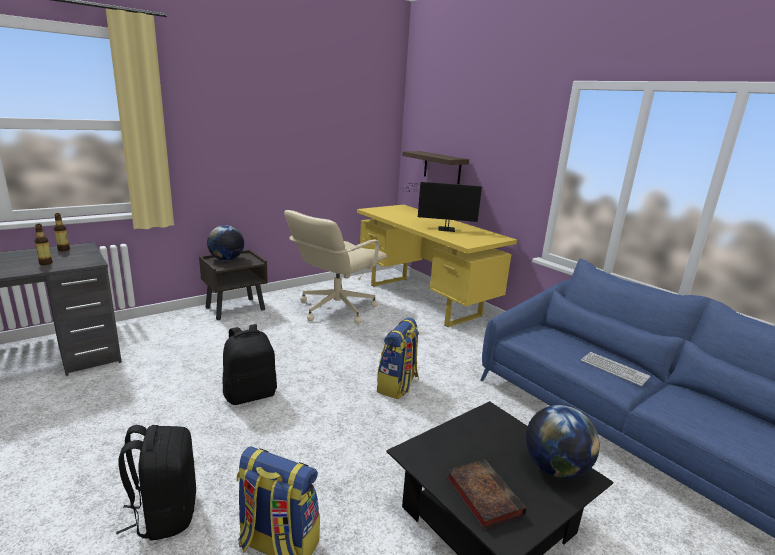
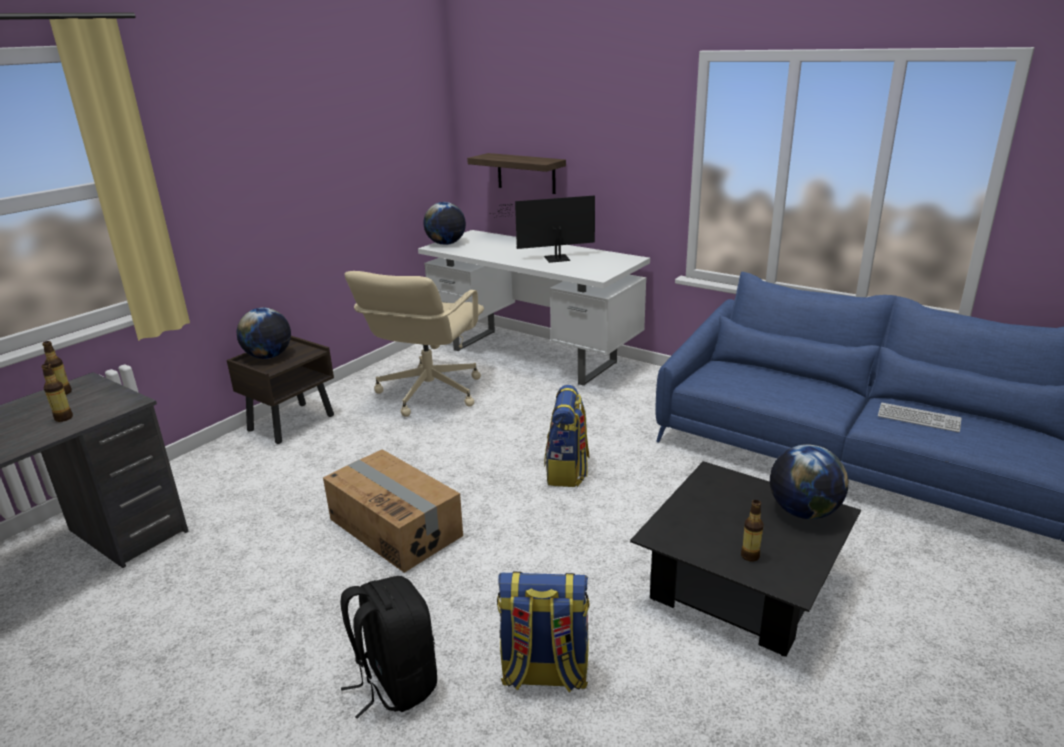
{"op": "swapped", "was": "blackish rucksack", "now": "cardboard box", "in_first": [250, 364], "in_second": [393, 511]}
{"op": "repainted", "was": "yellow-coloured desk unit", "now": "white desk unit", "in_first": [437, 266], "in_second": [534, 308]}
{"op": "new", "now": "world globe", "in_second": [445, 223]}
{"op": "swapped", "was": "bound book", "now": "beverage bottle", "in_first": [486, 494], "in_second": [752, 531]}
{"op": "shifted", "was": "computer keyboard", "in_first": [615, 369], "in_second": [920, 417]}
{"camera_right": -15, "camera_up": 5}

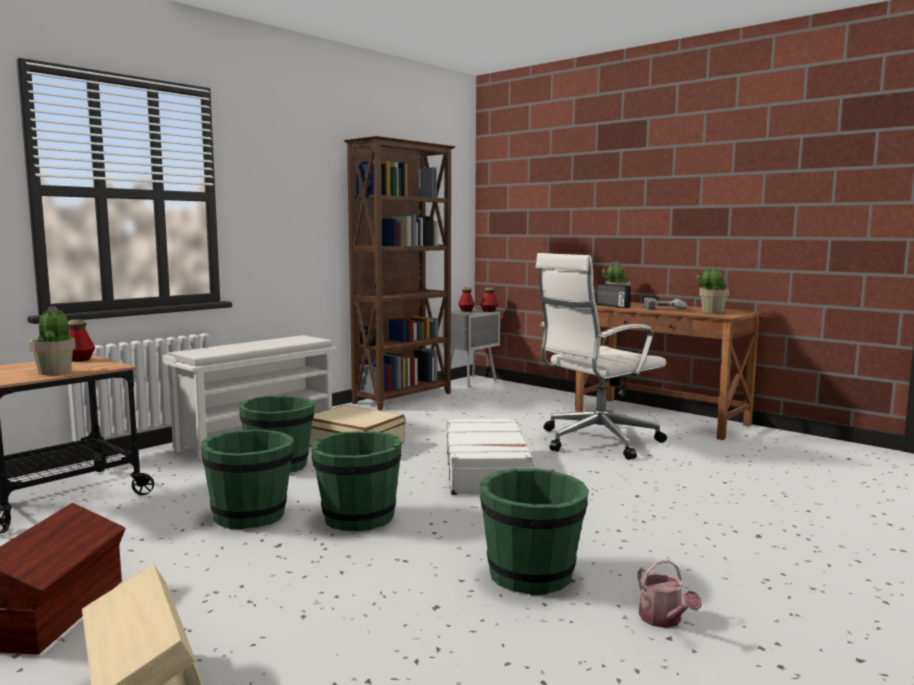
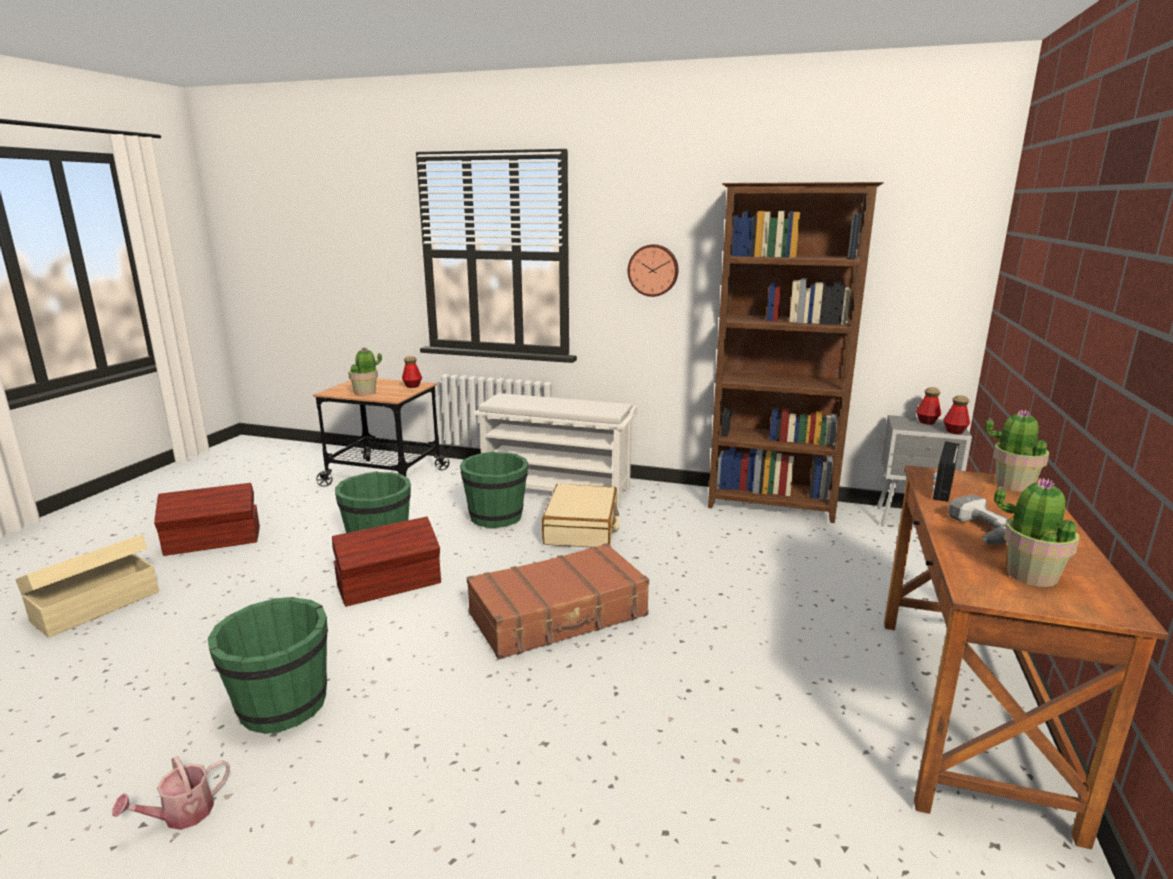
{"op": "swapped", "was": "green bucket", "now": "brownish storage container", "in_first": [356, 481], "in_second": [386, 562]}
{"op": "repainted", "was": "white piece of luggage", "now": "brownish piece of luggage", "in_first": [490, 456], "in_second": [558, 601]}
{"op": "new", "now": "wall clock", "in_second": [653, 270]}
{"op": "gone", "was": "white office chair", "in_first": [601, 356]}
{"camera_right": 65, "camera_up": 10}

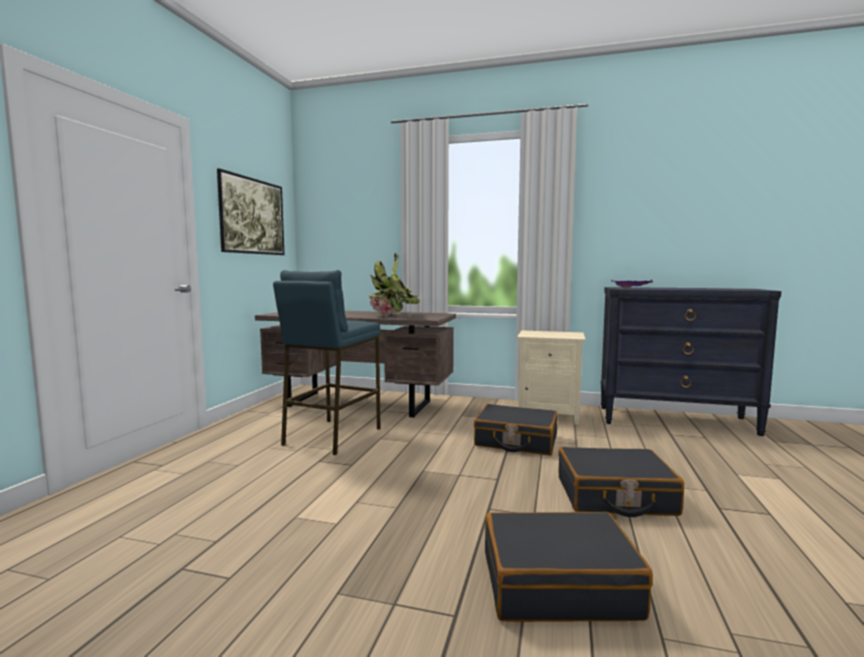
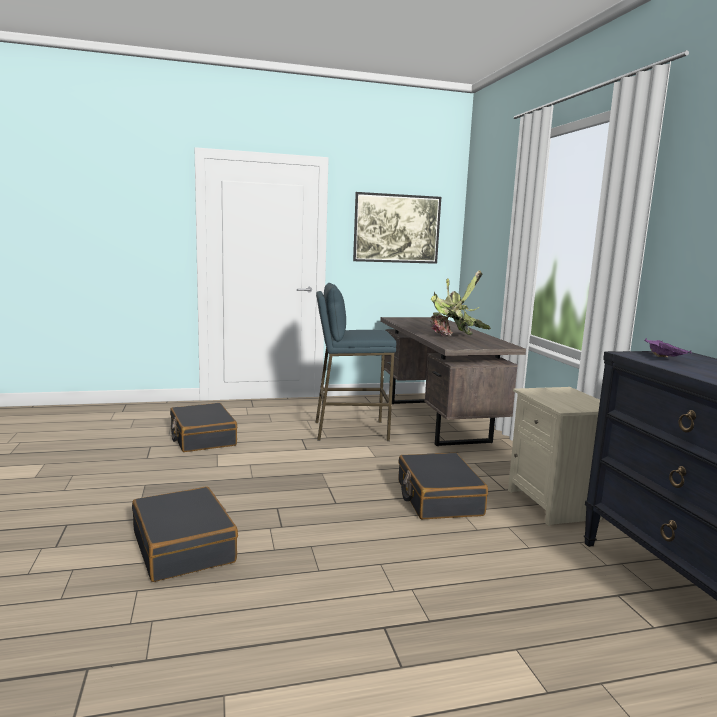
{"op": "shifted", "was": "blackish piece of luggage", "in_first": [621, 482], "in_second": [203, 427]}
{"camera_right": 60, "camera_up": 5}

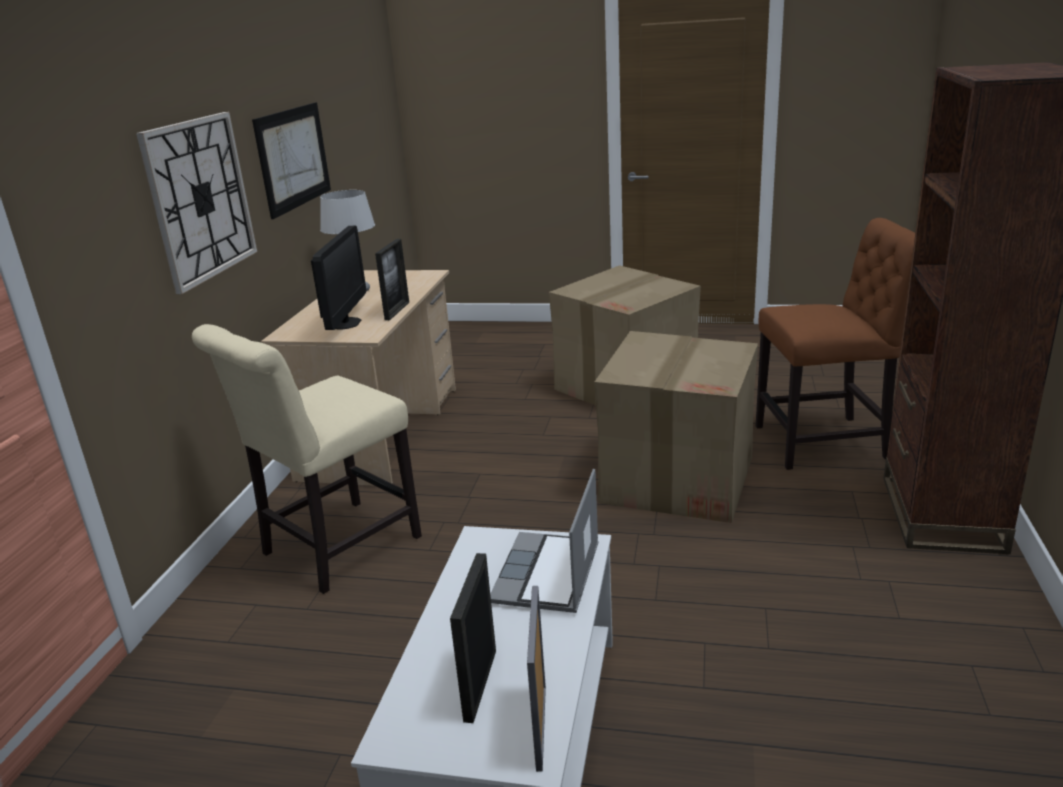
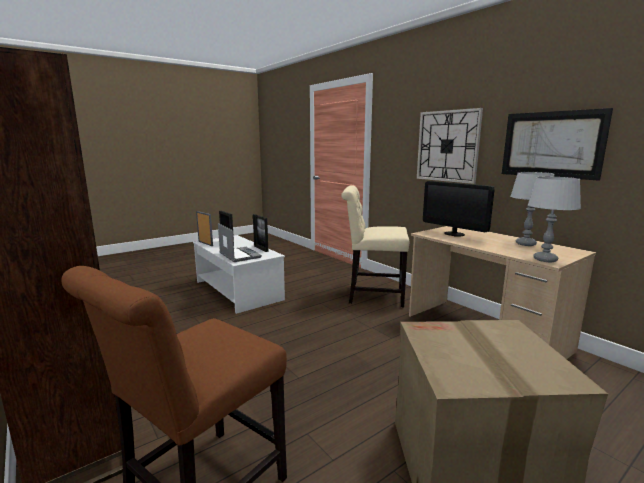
{"op": "shifted", "was": "standing frame", "in_first": [392, 279], "in_second": [260, 233]}
{"op": "rotated", "was": "beige upright chair", "in_first": [307, 459], "in_second": [375, 246], "clockwise": -75}
{"op": "new", "now": "grey tabletop lamp", "in_second": [554, 219]}
{"op": "gone", "was": "cardboard box", "in_first": [676, 427]}
{"camera_right": 130, "camera_up": -10}

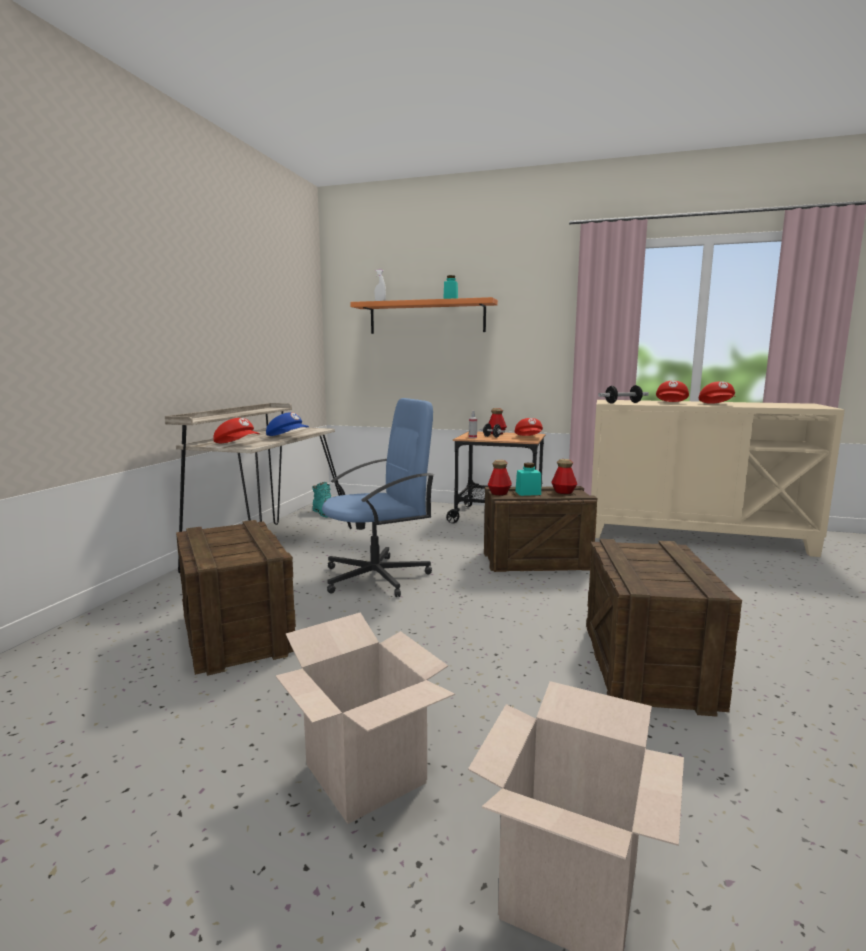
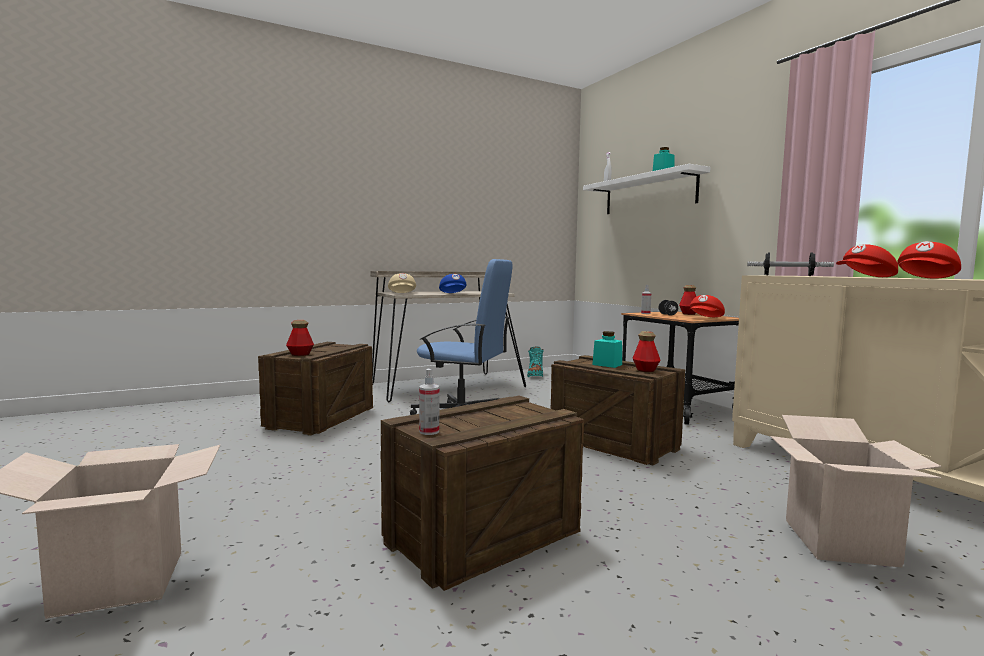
{"op": "shifted", "was": "beverage bottle", "in_first": [500, 478], "in_second": [300, 338]}
{"op": "repainted", "was": "reddish peaked cap", "now": "beige peaked cap", "in_first": [236, 430], "in_second": [402, 283]}
{"op": "new", "now": "hand sprayer", "in_second": [429, 402]}
{"op": "repainted", "was": "orange wall shelf", "now": "white wall shelf", "in_first": [424, 315], "in_second": [647, 189]}
{"op": "shifted", "was": "cardboard box", "in_first": [365, 718], "in_second": [856, 491]}
{"camera_right": 45, "camera_up": -5}

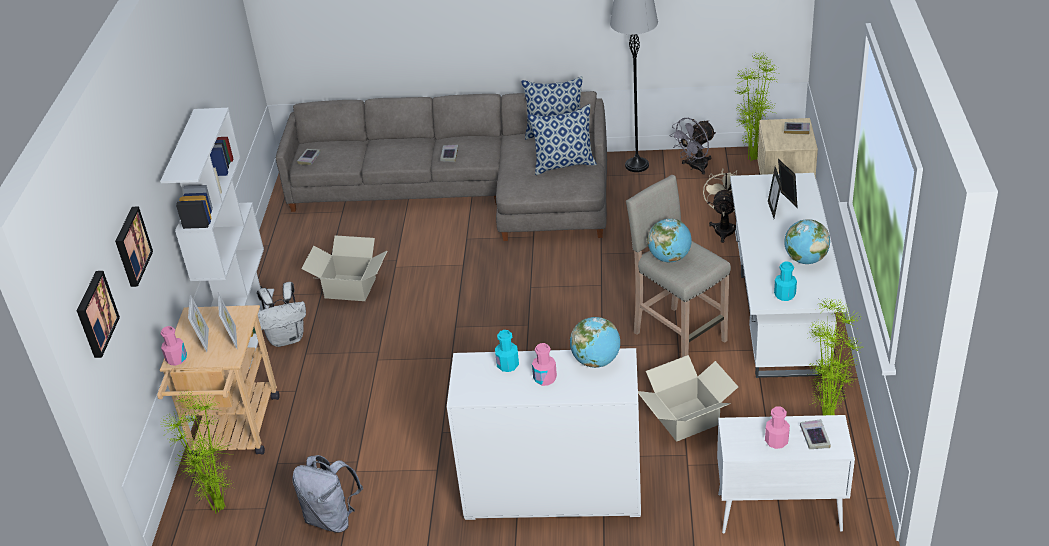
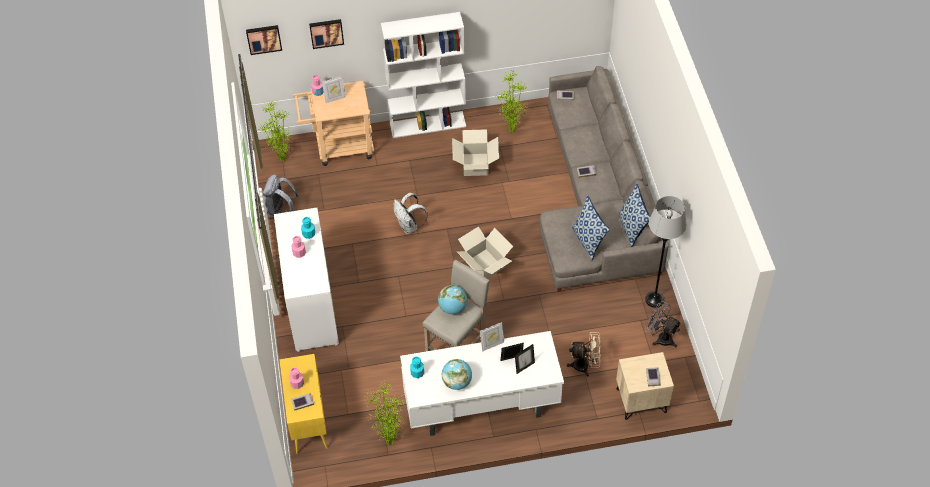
{"op": "repainted", "was": "white cupboard", "now": "yellow-coloured cupboard", "in_first": [786, 474], "in_second": [303, 404]}
{"op": "shifted", "was": "white rucksack", "in_first": [281, 314], "in_second": [410, 213]}
{"op": "shifted", "was": "cardboard box", "in_first": [688, 398], "in_second": [485, 252]}
{"op": "shifted", "was": "standing frame", "in_first": [227, 321], "in_second": [492, 337]}
{"op": "shifted", "was": "potted plant", "in_first": [756, 106], "in_second": [511, 101]}
{"op": "gone", "was": "world globe", "in_first": [595, 342]}
{"camera_right": 75, "camera_up": 15}

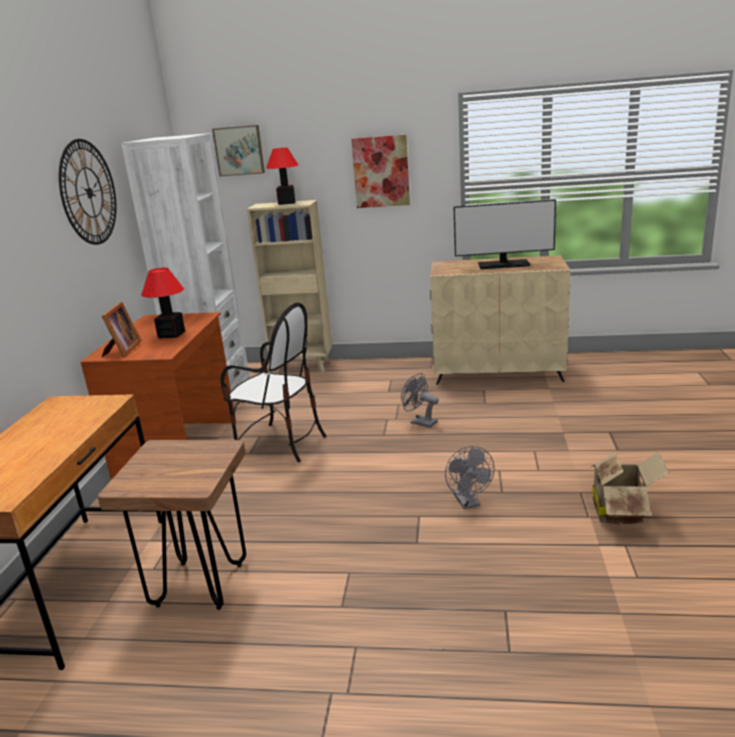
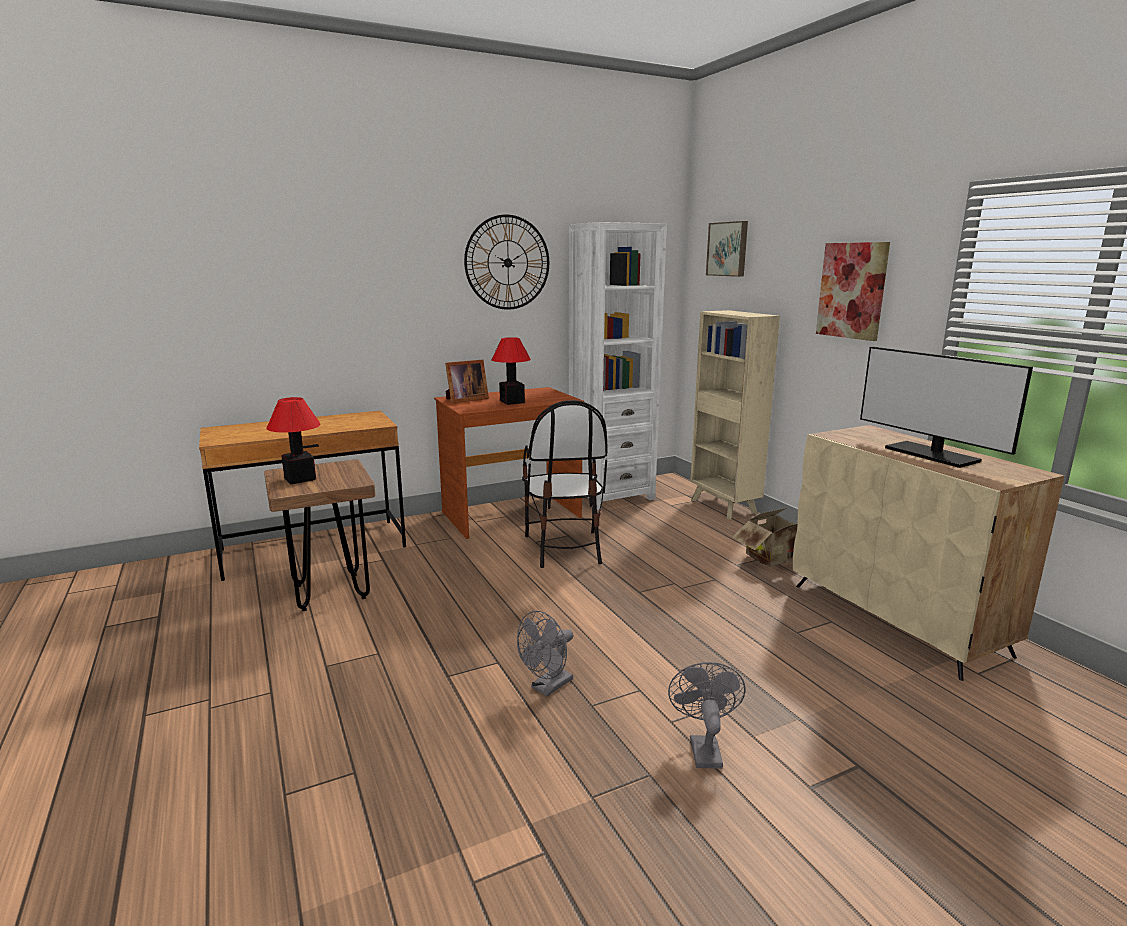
{"op": "shifted", "was": "tabletop lamp", "in_first": [282, 176], "in_second": [293, 441]}
{"op": "shifted", "was": "grey cooling fan", "in_first": [420, 400], "in_second": [707, 715]}
{"op": "shifted", "was": "cardboard box", "in_first": [630, 488], "in_second": [765, 537]}
{"camera_right": 55, "camera_up": -5}

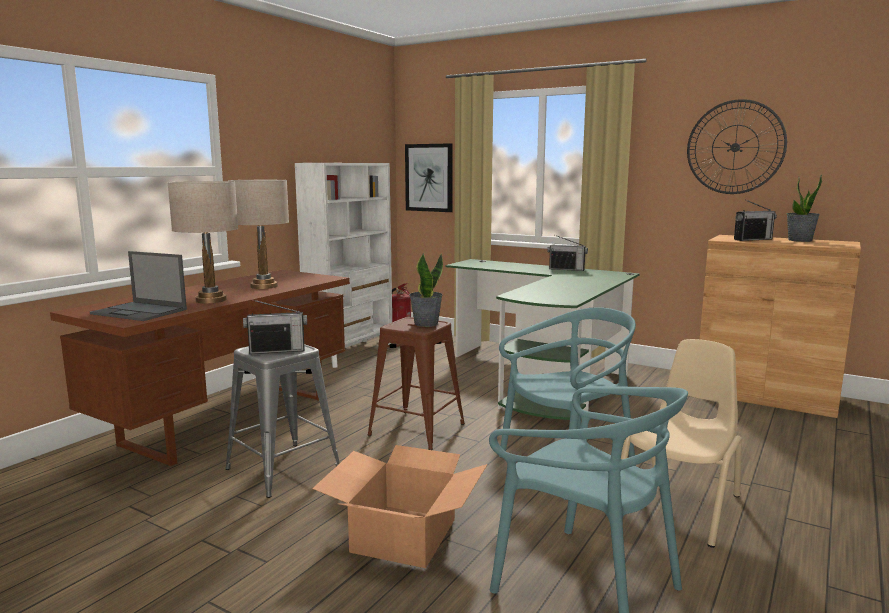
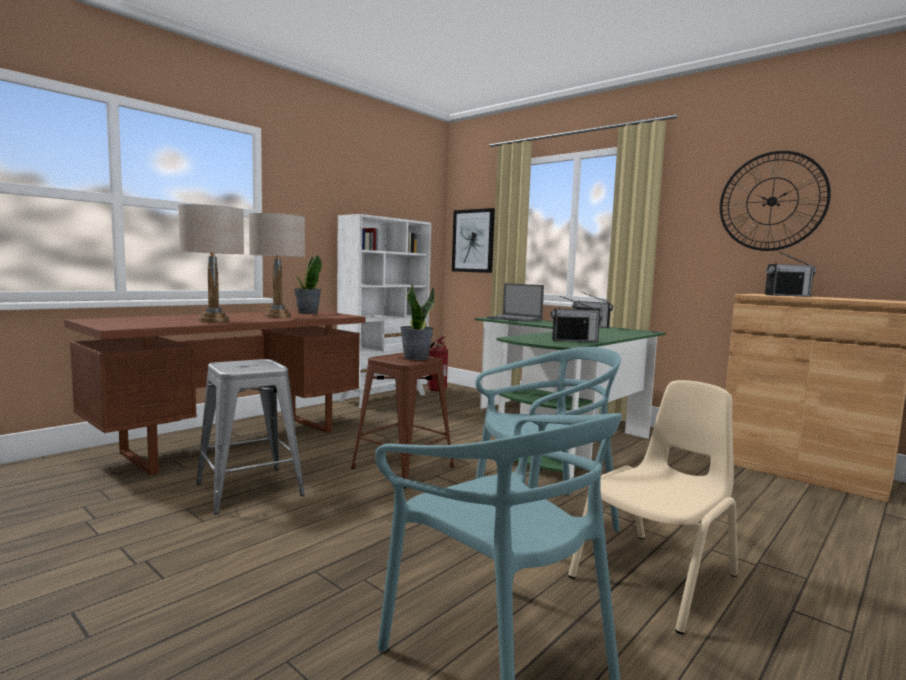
{"op": "shifted", "was": "potted plant", "in_first": [804, 208], "in_second": [308, 284]}
{"op": "shifted", "was": "notebook computer", "in_first": [138, 286], "in_second": [515, 302]}
{"op": "shifted", "was": "radio receiver", "in_first": [275, 327], "in_second": [576, 319]}
{"op": "gone", "was": "cardboard box", "in_first": [400, 506]}
{"camera_right": 10, "camera_up": -5}

